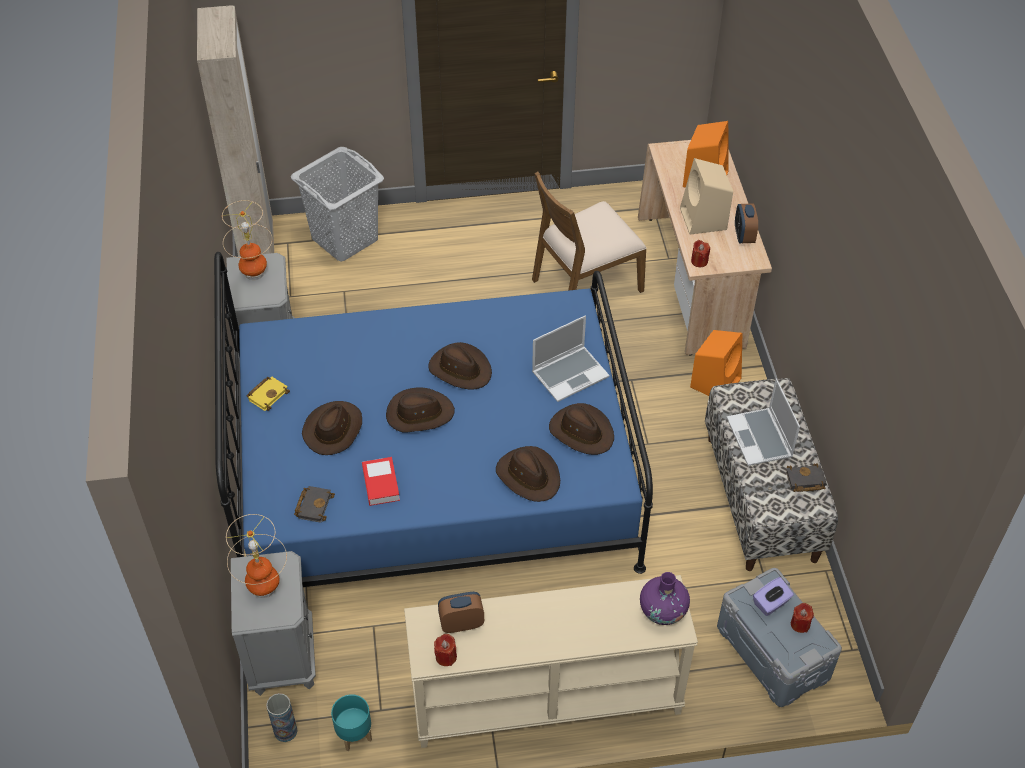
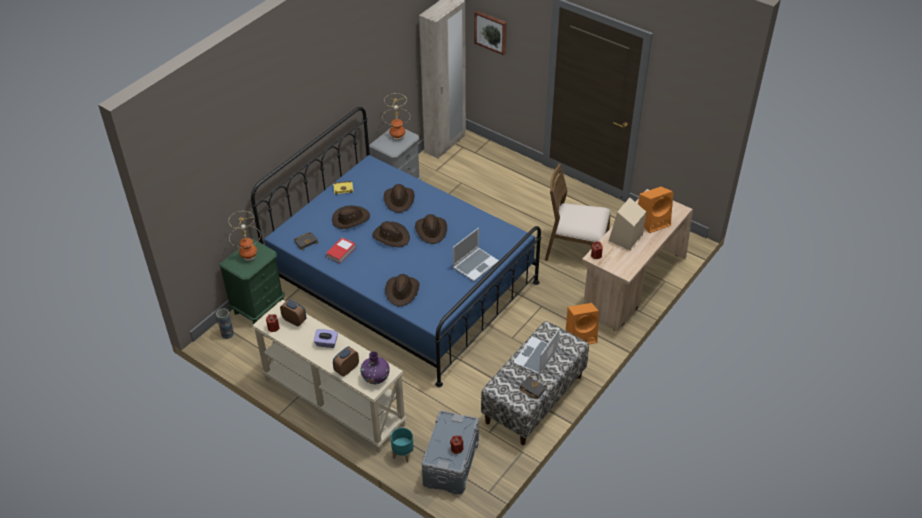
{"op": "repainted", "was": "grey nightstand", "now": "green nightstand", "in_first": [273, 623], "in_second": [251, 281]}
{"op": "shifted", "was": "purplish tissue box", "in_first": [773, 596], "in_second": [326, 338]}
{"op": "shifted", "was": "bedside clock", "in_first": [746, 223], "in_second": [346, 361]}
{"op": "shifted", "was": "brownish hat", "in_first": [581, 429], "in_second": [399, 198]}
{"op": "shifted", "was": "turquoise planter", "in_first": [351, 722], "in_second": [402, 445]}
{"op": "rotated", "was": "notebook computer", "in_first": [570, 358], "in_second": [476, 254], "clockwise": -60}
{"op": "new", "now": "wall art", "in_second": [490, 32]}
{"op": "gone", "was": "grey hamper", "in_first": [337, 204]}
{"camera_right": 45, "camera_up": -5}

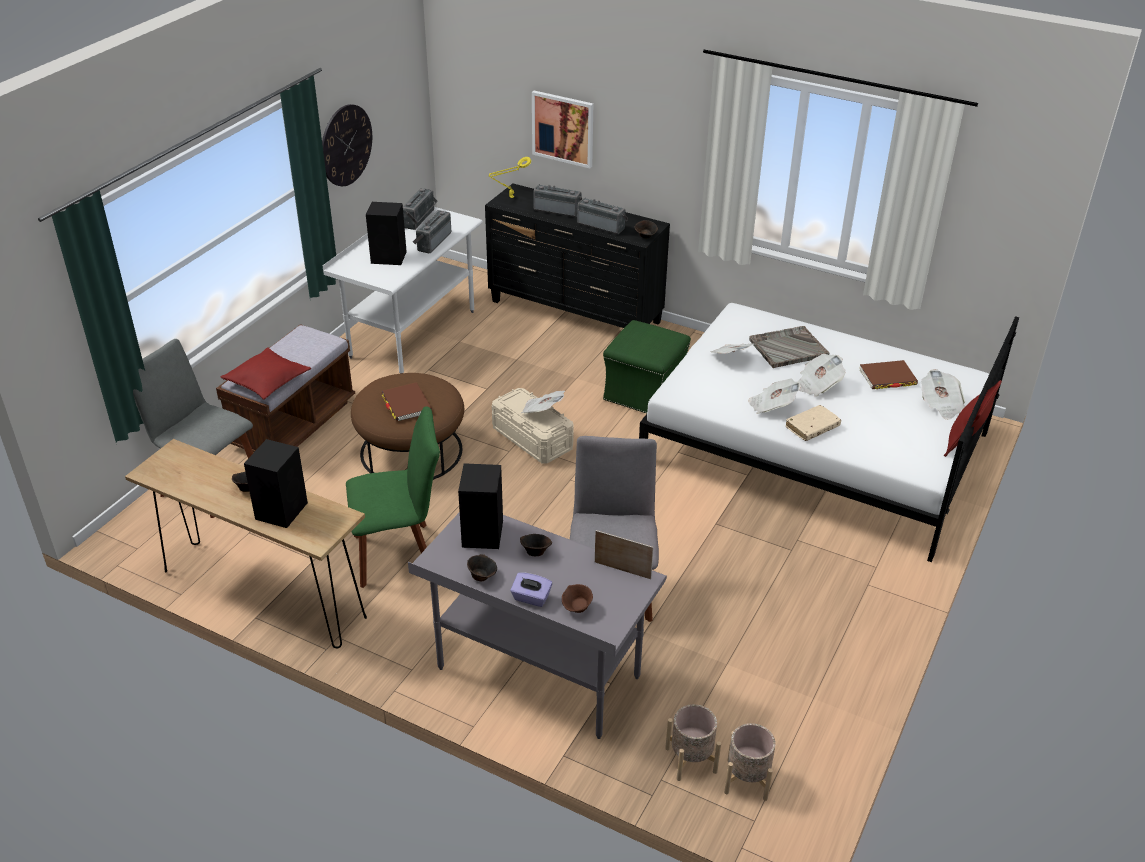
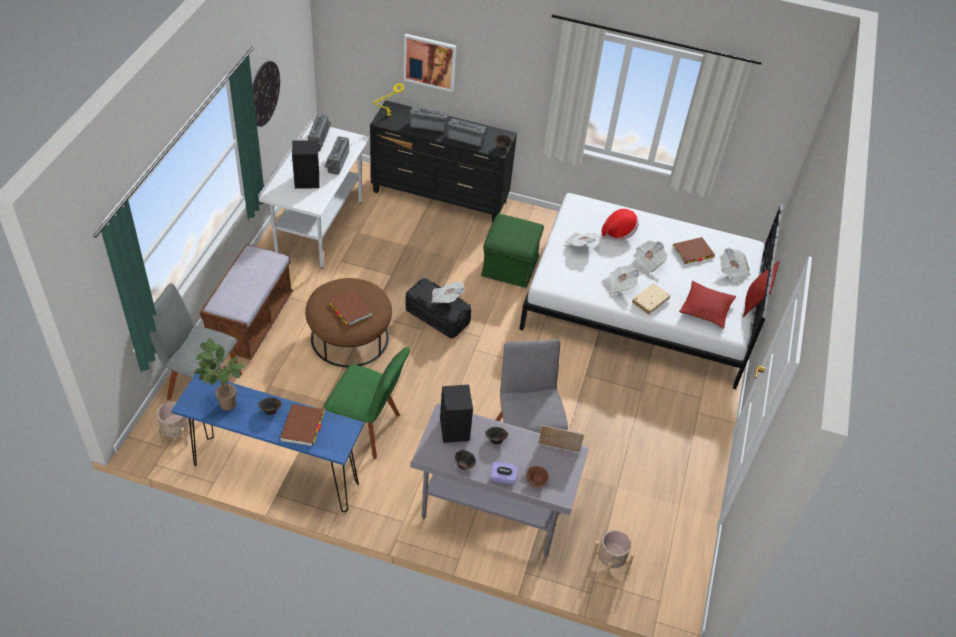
{"op": "shifted", "was": "beige planter", "in_first": [750, 762], "in_second": [174, 424]}
{"op": "repainted", "was": "brownish hall table", "now": "blue hall table", "in_first": [246, 543], "in_second": [267, 443]}
{"op": "new", "now": "potted plant", "in_second": [219, 374]}
{"op": "swapped", "was": "blackish speaker", "now": "brownish bound book", "in_first": [276, 483], "in_second": [302, 425]}
{"op": "rotated", "was": "green upright chair", "in_first": [393, 497], "in_second": [367, 403], "clockwise": 45}
{"op": "repainted", "was": "beige storage container", "now": "blackish storage container", "in_first": [533, 426], "in_second": [438, 308]}
{"op": "swapped", "was": "grey carrying tray", "now": "hat", "in_first": [789, 347], "in_second": [620, 225]}
{"op": "shifted", "was": "reddish throw pillow", "in_first": [265, 373], "in_second": [707, 305]}
{"camera_right": -15, "camera_up": 10}

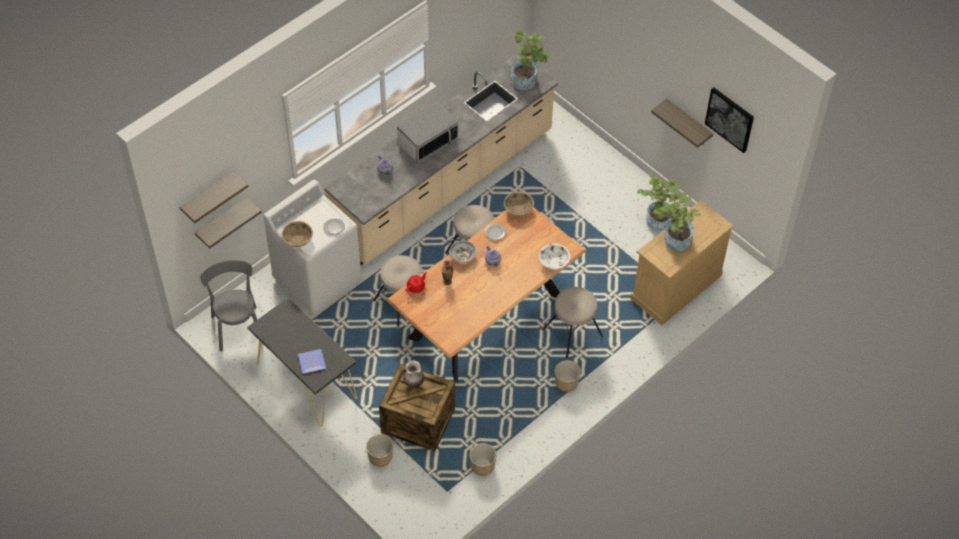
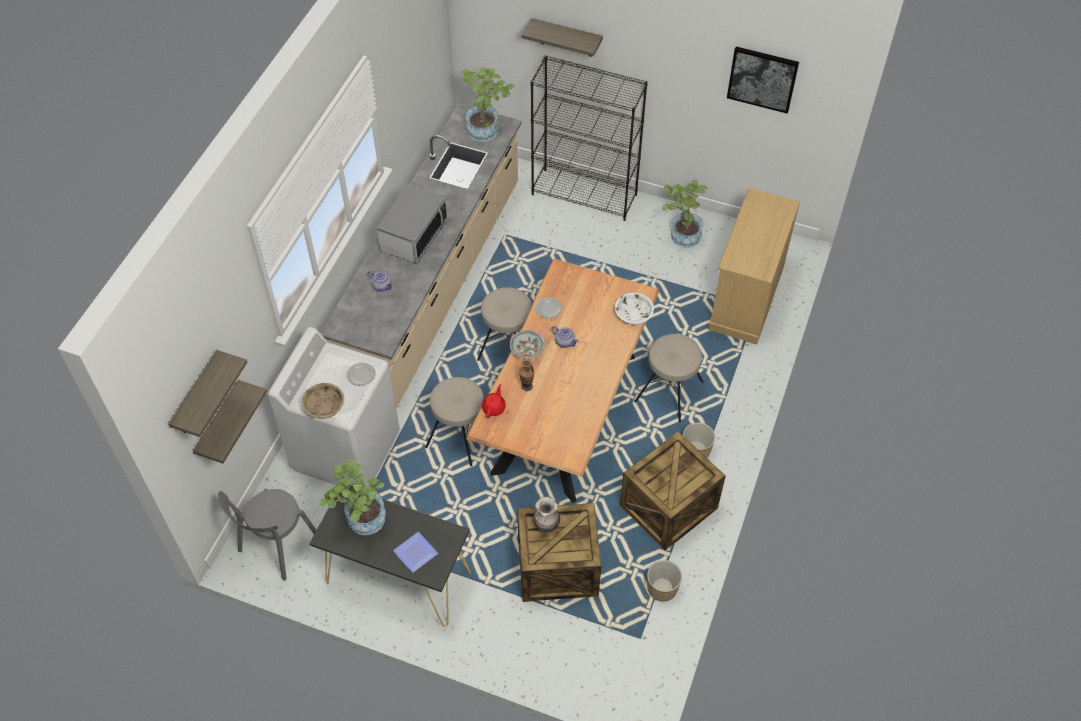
{"op": "rotated", "was": "grey upright chair", "in_first": [228, 306], "in_second": [267, 534], "clockwise": -105}
{"op": "shifted", "was": "potted plant", "in_first": [677, 221], "in_second": [352, 497]}
{"op": "shifted", "was": "wall shelf", "in_first": [682, 123], "in_second": [562, 37]}
{"op": "new", "now": "blackish bookshelf", "in_second": [589, 138]}
{"op": "new", "now": "shipping crate", "in_second": [673, 491]}
{"op": "gone", "was": "planter", "in_first": [379, 450]}
{"op": "gone", "was": "beige serving bowl", "in_first": [519, 203]}
{"camera_right": -25, "camera_up": 0}

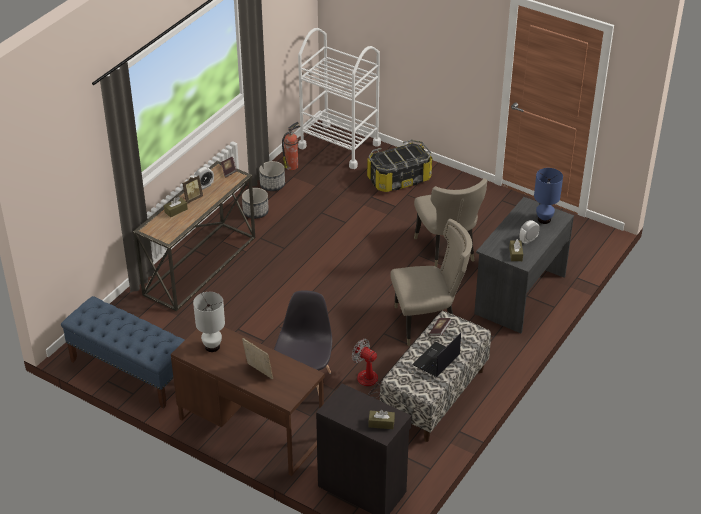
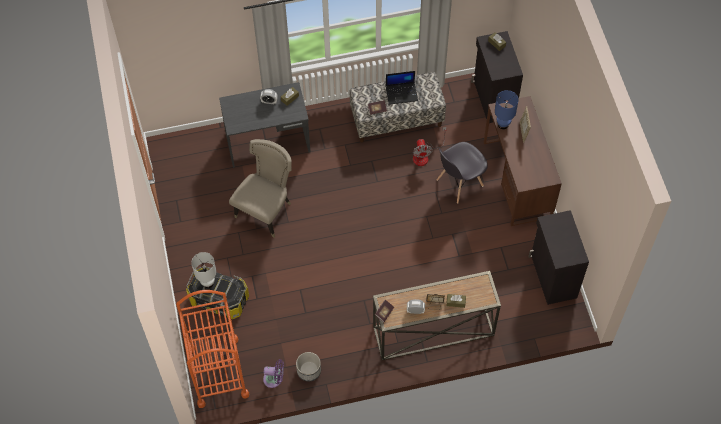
{"op": "repainted", "was": "white cart", "now": "orange cart", "in_first": [339, 98], "in_second": [212, 349]}
{"op": "shifted", "was": "white tabletop lamp", "in_first": [209, 322], "in_second": [203, 270]}
{"op": "swapped", "was": "fire extinguisher", "now": "purplish cooling fan", "in_first": [291, 146], "in_second": [273, 373]}
{"op": "shifted", "was": "blue tabletop lamp", "in_first": [548, 196], "in_second": [506, 109]}
{"op": "swapped", "was": "blue long seat", "now": "blackish cupboard", "in_first": [123, 352], "in_second": [558, 257]}
{"op": "gone", "was": "planter", "in_first": [255, 203]}
{"op": "gone", "was": "beige upright chair", "in_first": [431, 282]}
{"camera_right": -135, "camera_up": 20}

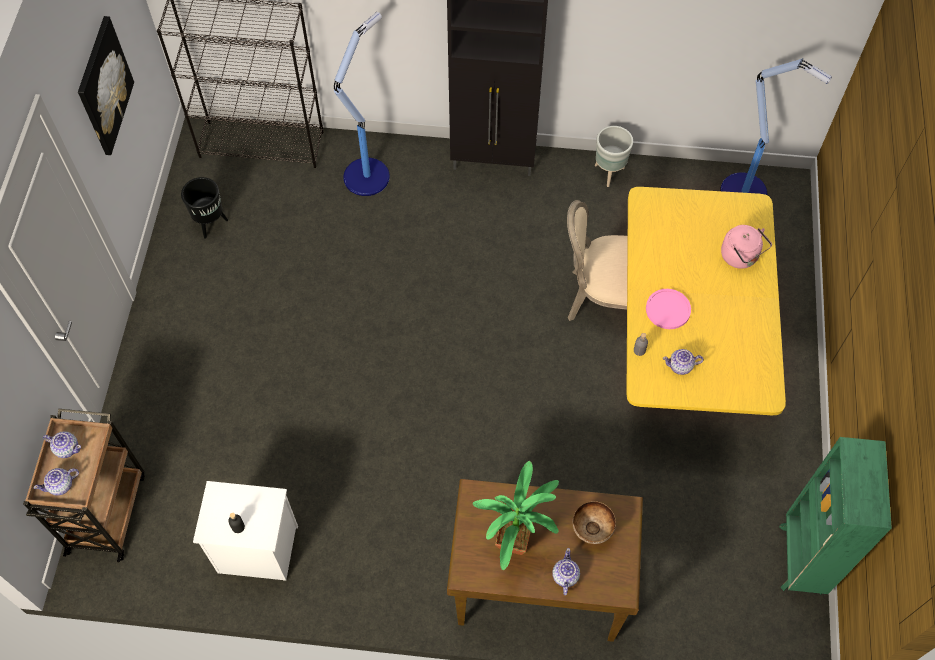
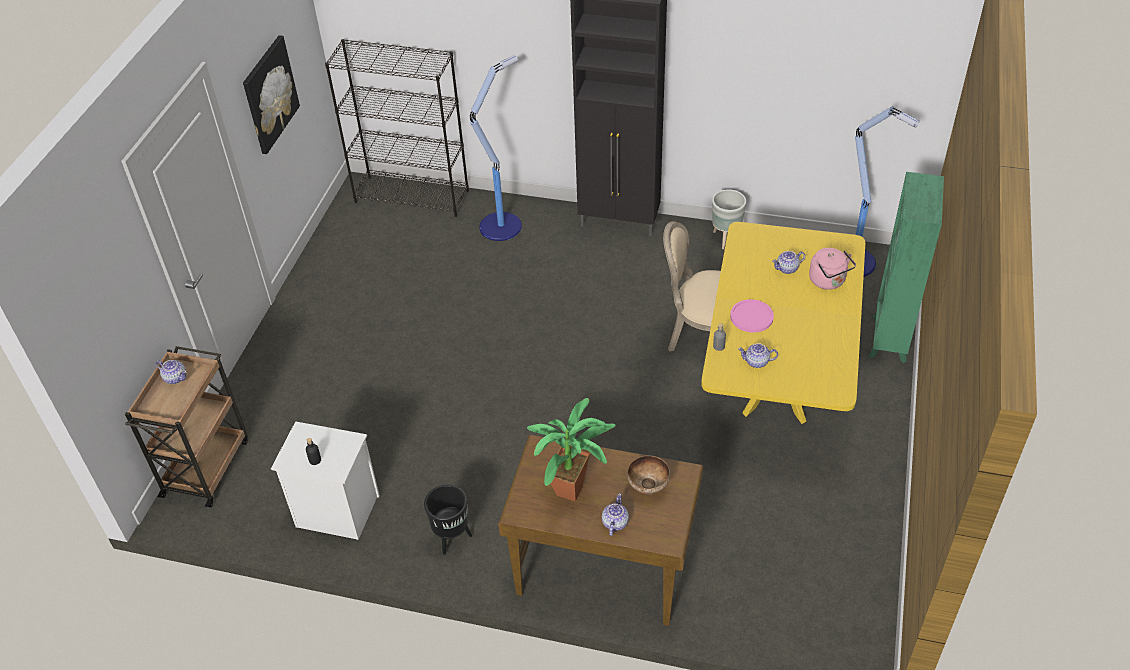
{"op": "shifted", "was": "blackish planter", "in_first": [204, 208], "in_second": [448, 520]}
{"op": "shifted", "was": "pot for tea", "in_first": [56, 481], "in_second": [788, 262]}
{"op": "shifted", "was": "green bookshelf", "in_first": [835, 516], "in_second": [906, 267]}
{"camera_right": 10, "camera_up": -15}

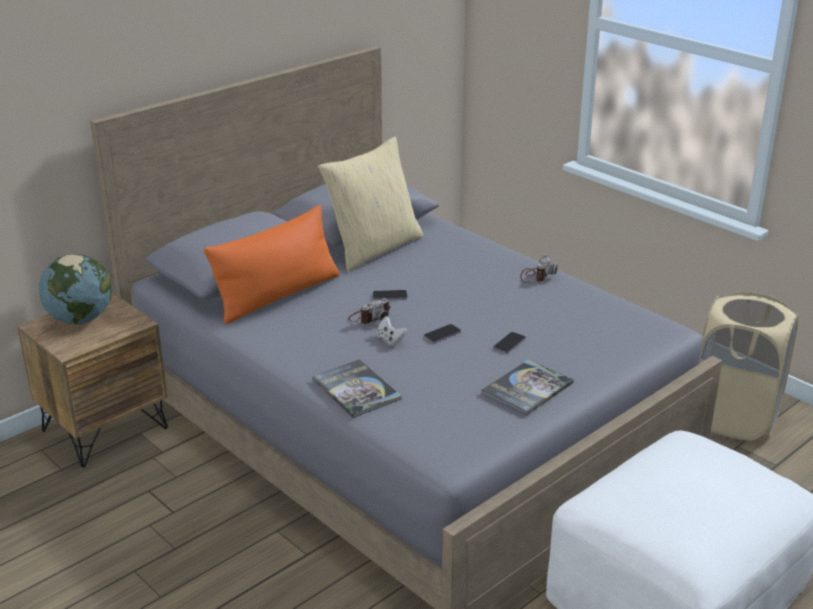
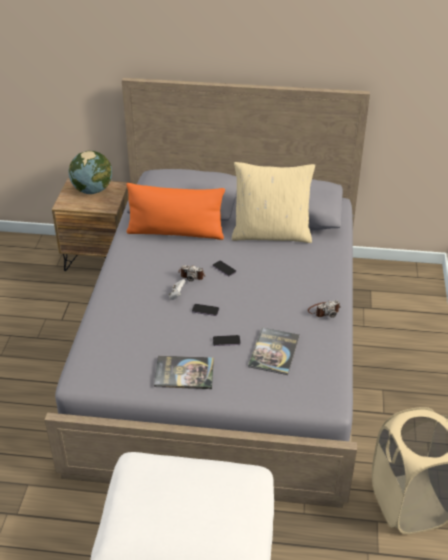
{"op": "shifted", "was": "bound book", "in_first": [357, 388], "in_second": [274, 351]}
{"camera_right": 50, "camera_up": 10}

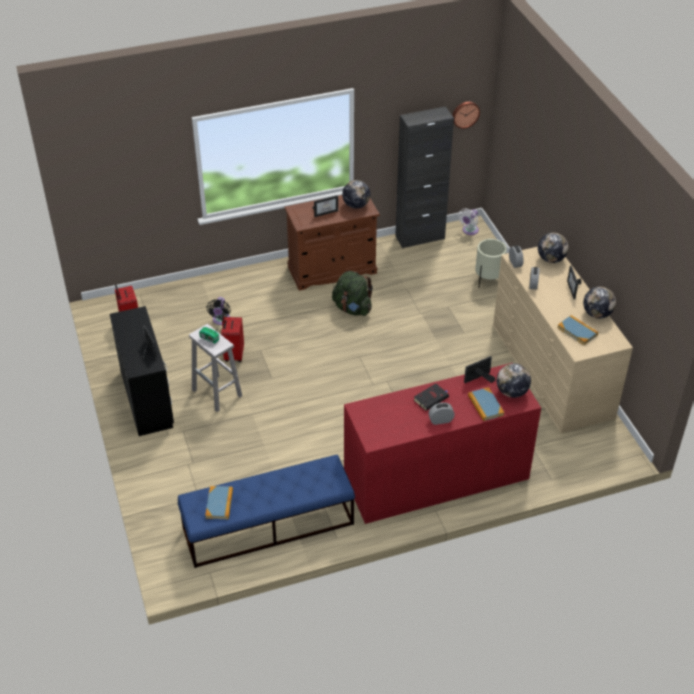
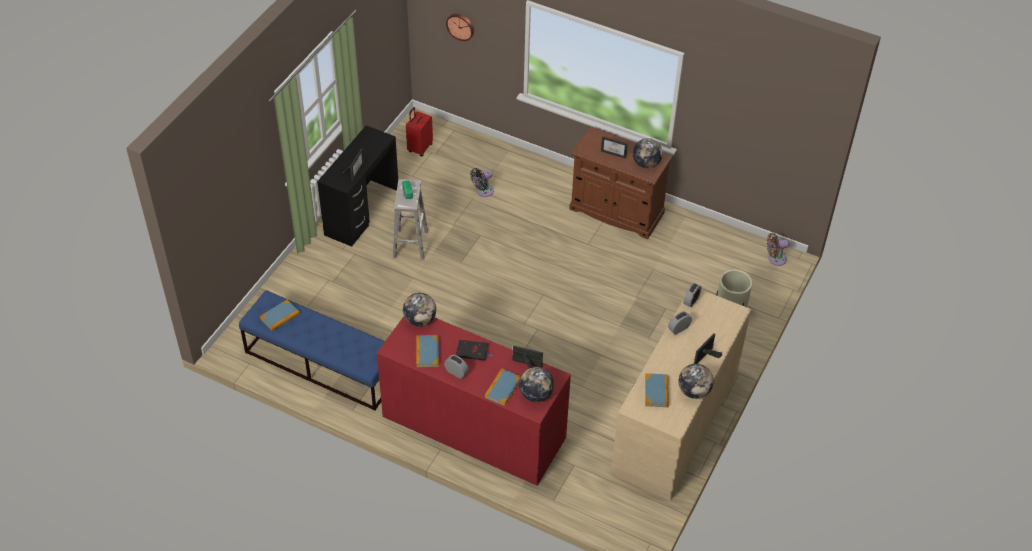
{"op": "shifted", "was": "world globe", "in_first": [553, 248], "in_second": [419, 309]}
{"op": "new", "now": "bound book", "in_second": [427, 351]}
{"op": "shifted", "was": "wall clock", "in_first": [466, 115], "in_second": [460, 27]}
{"op": "repainted", "was": "white cooling fan", "now": "brownish cooling fan", "in_first": [468, 221], "in_second": [778, 249]}
{"op": "gone", "was": "reddish piece of luggage", "in_first": [232, 337]}
{"op": "gone", "was": "green rucksack", "in_first": [352, 293]}
{"op": "gone", "was": "blackish cupboard", "in_first": [424, 177]}
{"camera_right": 45, "camera_up": 5}

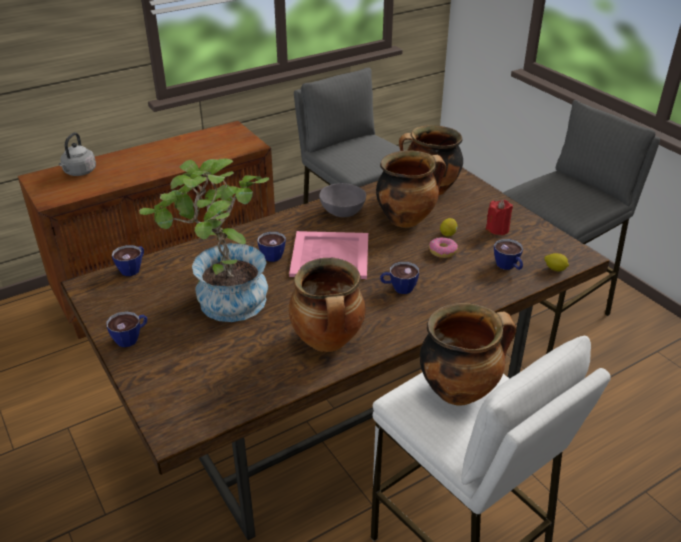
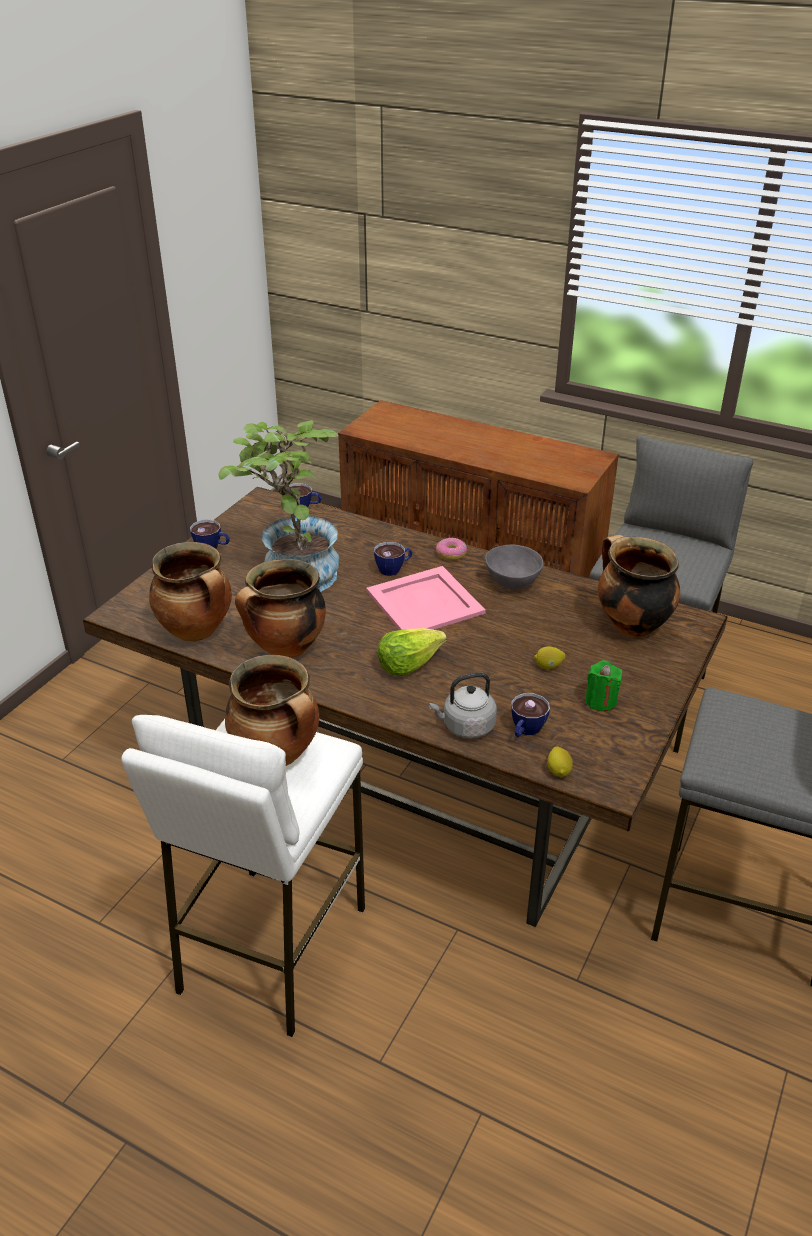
{"op": "shifted", "was": "cooking pot", "in_first": [411, 189], "in_second": [190, 592]}
{"op": "swapped", "was": "small cup", "now": "lettuce", "in_first": [399, 278], "in_second": [412, 652]}
{"op": "shifted", "was": "grey tea kettle", "in_first": [77, 154], "in_second": [463, 705]}
{"op": "shifted", "was": "donut", "in_first": [443, 247], "in_second": [451, 549]}
{"op": "repainted", "was": "reddish wax candle", "now": "green wax candle", "in_first": [499, 217], "in_second": [604, 685]}
{"camera_right": 60, "camera_up": 0}

